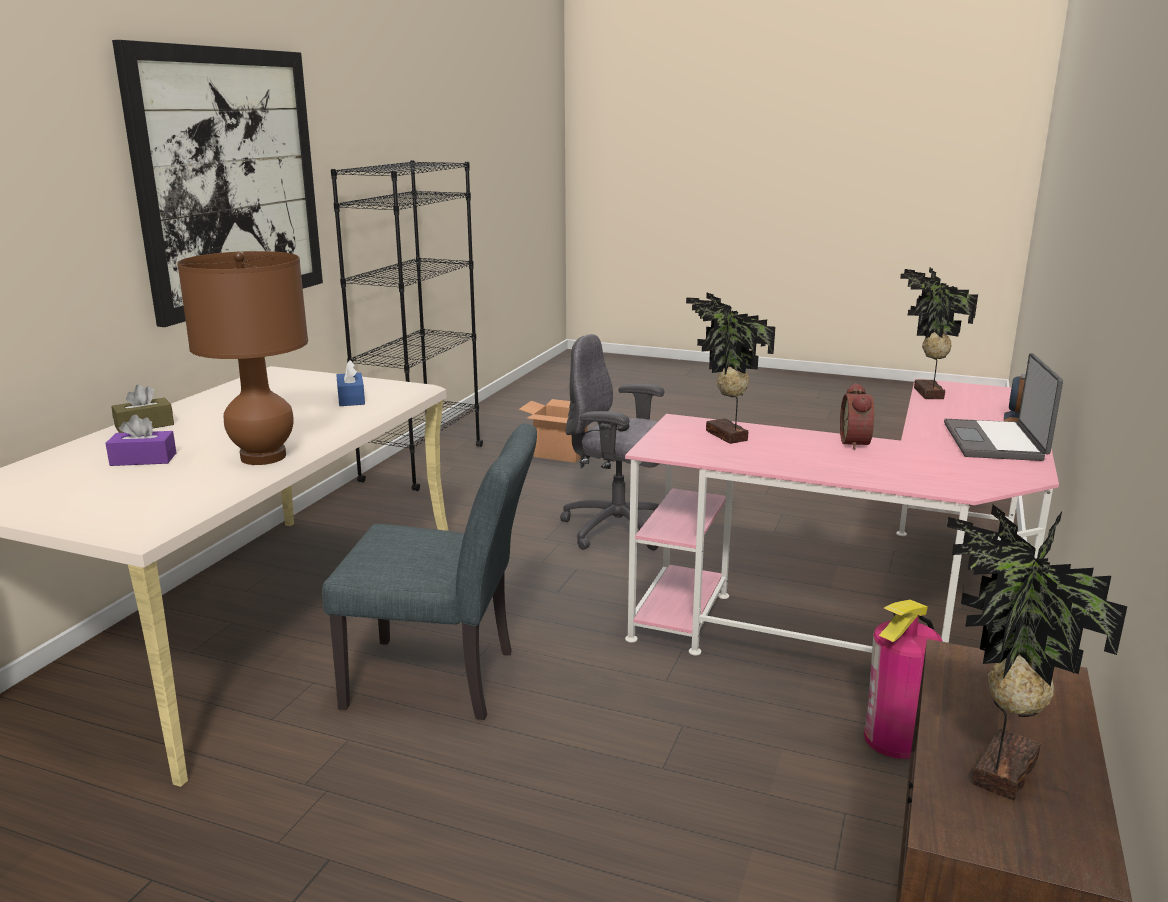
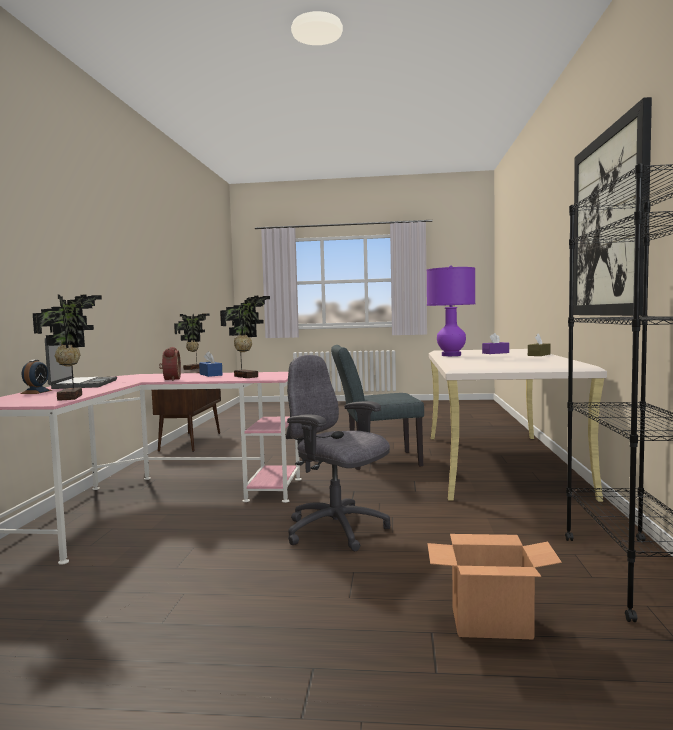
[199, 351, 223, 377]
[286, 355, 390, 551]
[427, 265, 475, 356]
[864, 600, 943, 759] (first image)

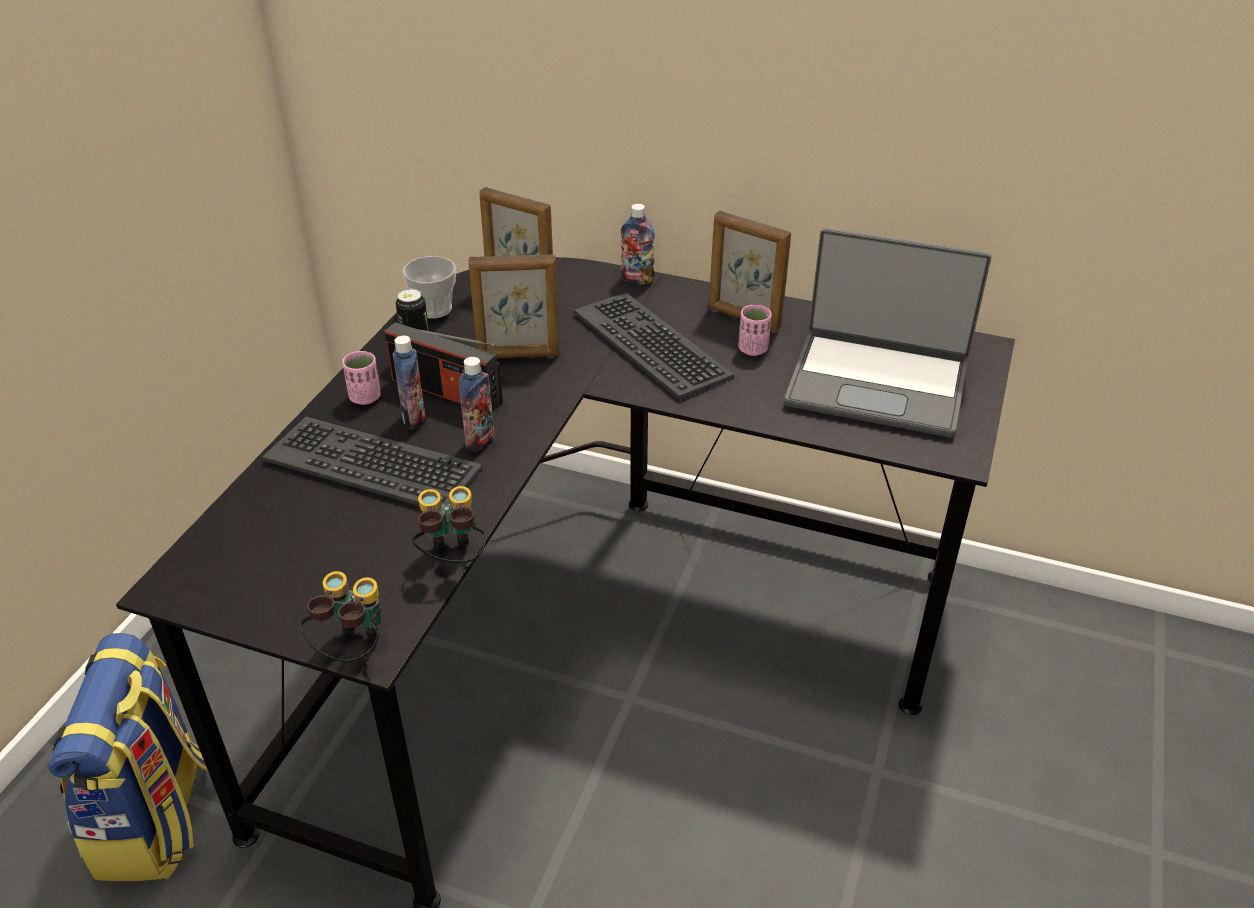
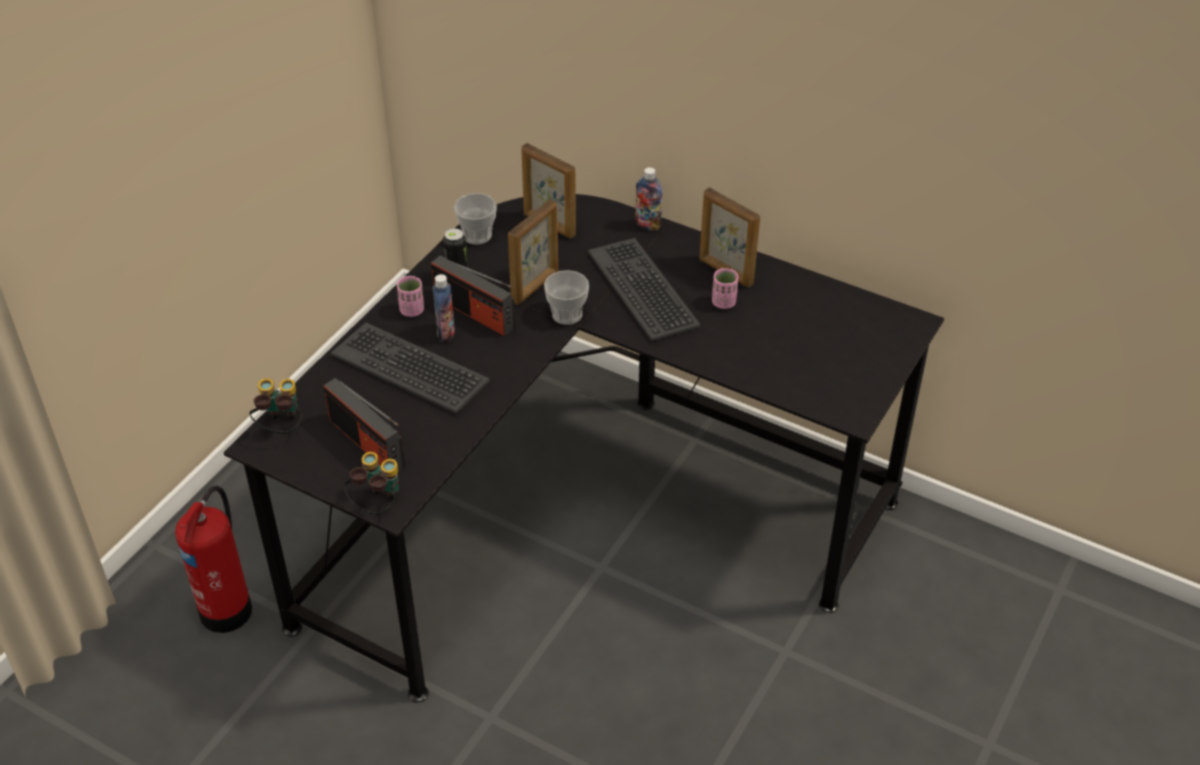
[175, 485, 252, 633]
[249, 378, 302, 433]
[323, 378, 405, 470]
[508, 199, 558, 305]
[544, 270, 589, 325]
[459, 357, 494, 452] (first image)
[784, 228, 991, 437] (first image)

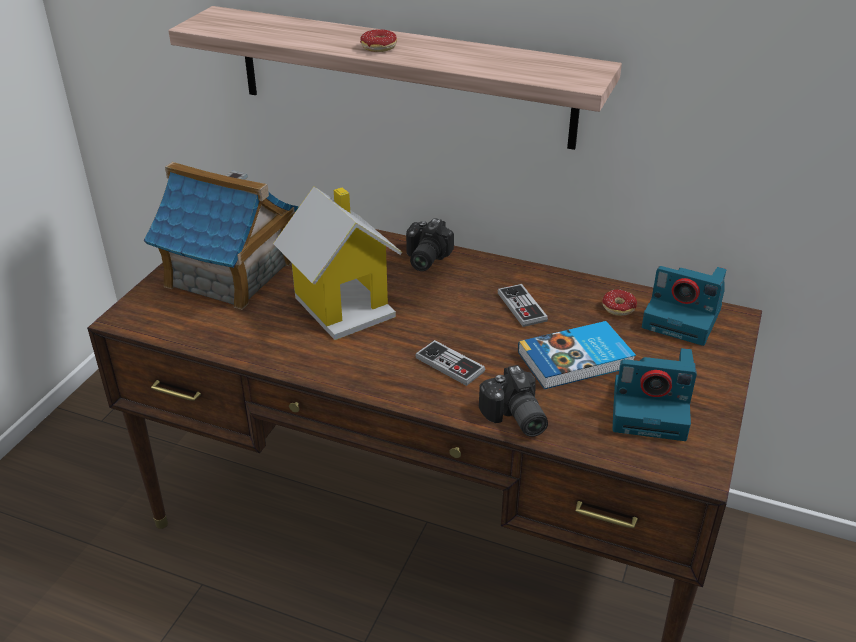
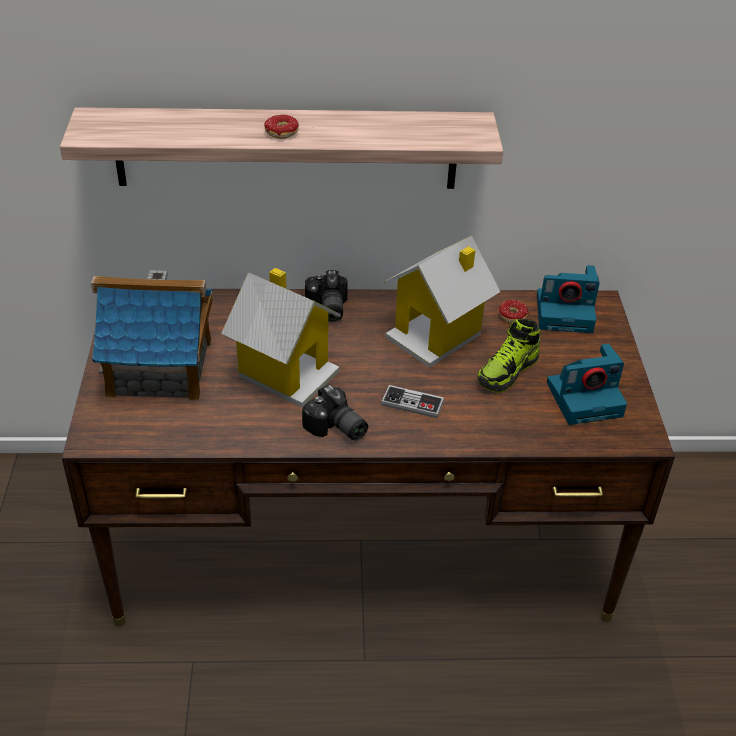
[302, 384, 368, 441]
[384, 236, 500, 368]
[478, 319, 540, 393]

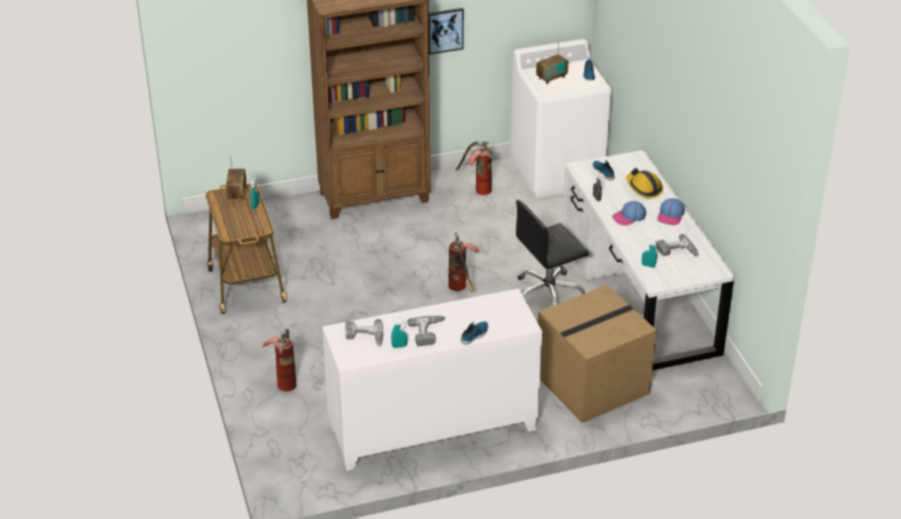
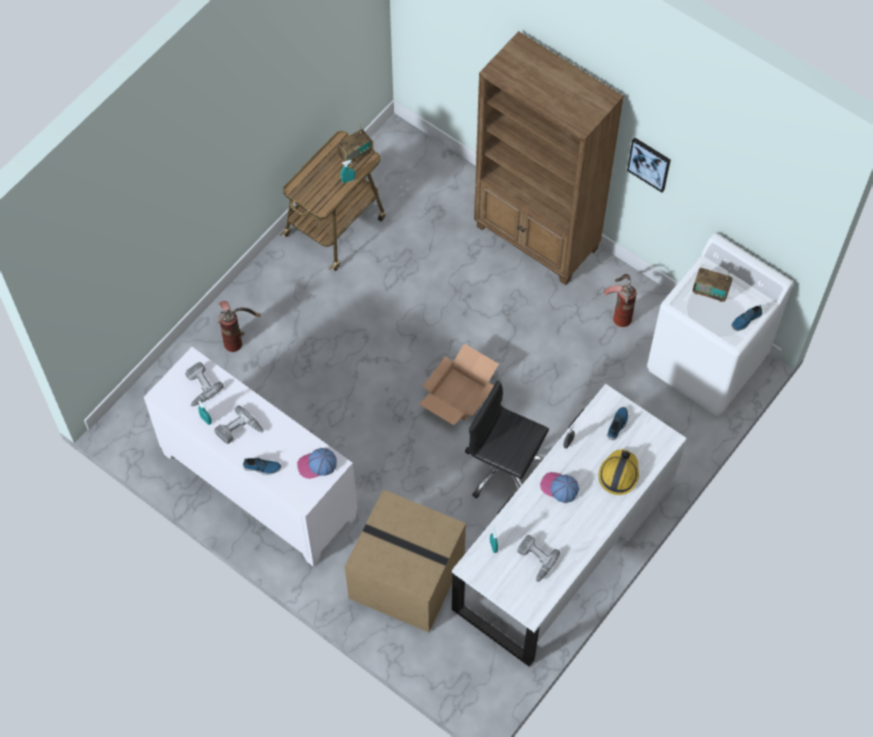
[297, 448, 337, 479]
[419, 344, 499, 425]

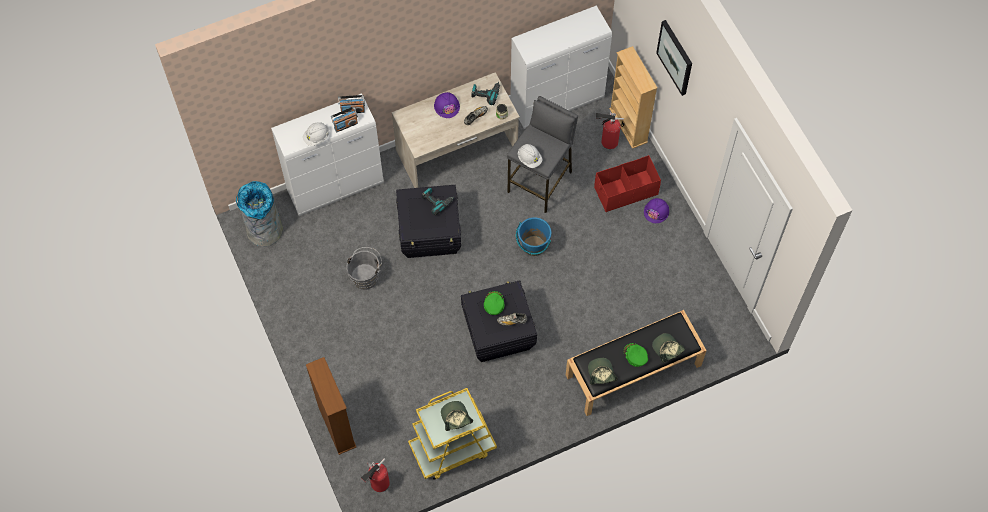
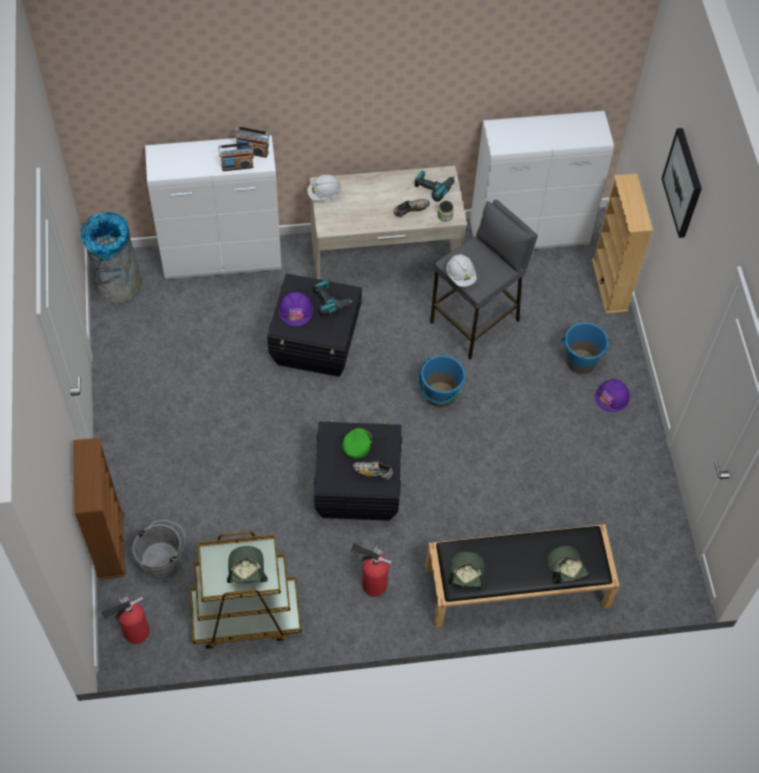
[132, 520, 185, 579]
[190, 531, 301, 649]
[279, 292, 313, 326]
[307, 175, 342, 201]
[350, 543, 392, 597]
[561, 322, 611, 374]
[623, 343, 648, 367] (first image)

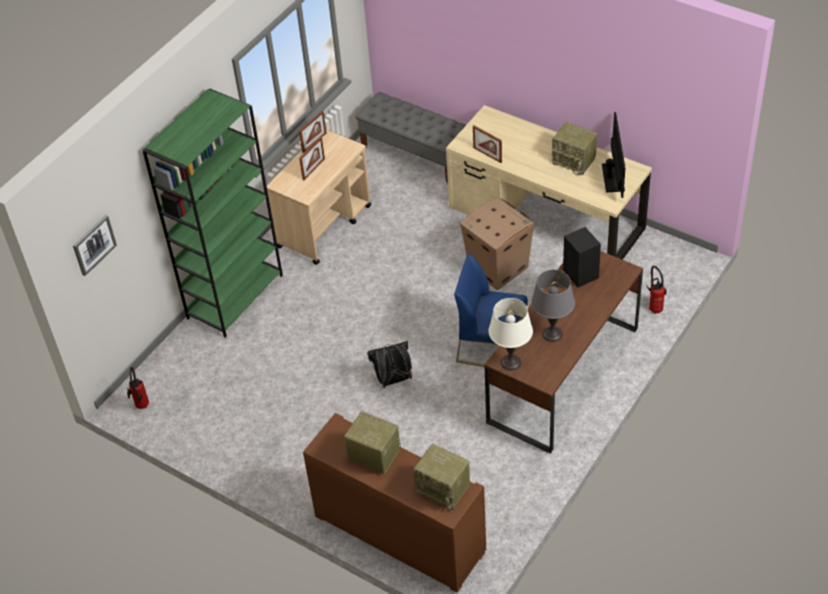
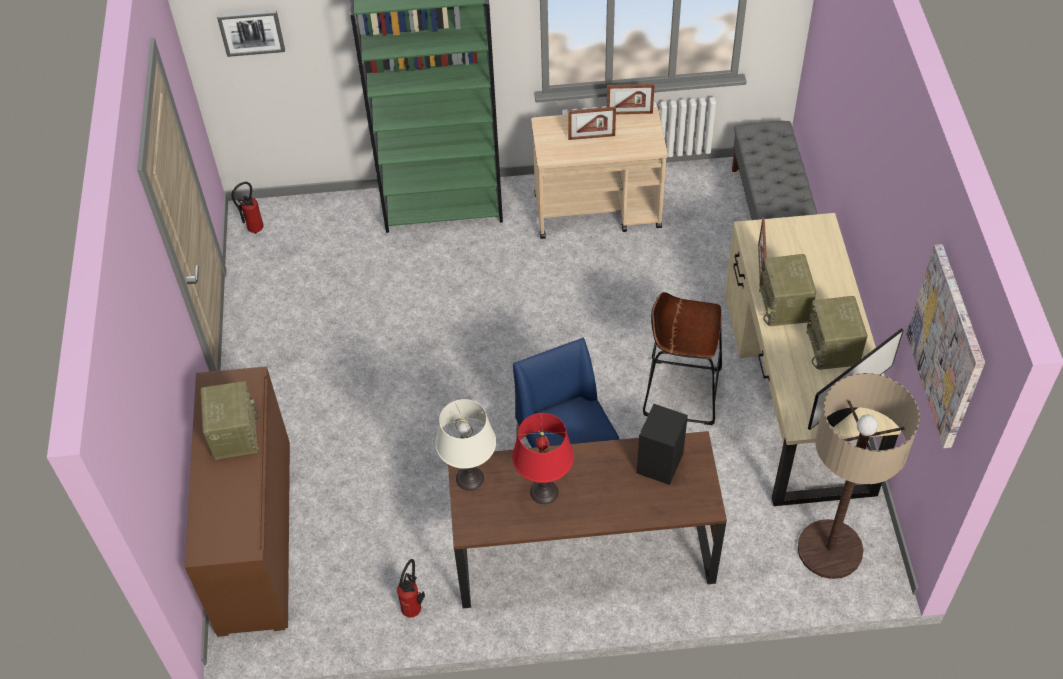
[397, 559, 425, 618]
[512, 413, 574, 504]
[643, 292, 722, 425]
[759, 254, 817, 326]
[797, 373, 920, 579]
[906, 244, 985, 448]
[367, 341, 412, 388] (first image)

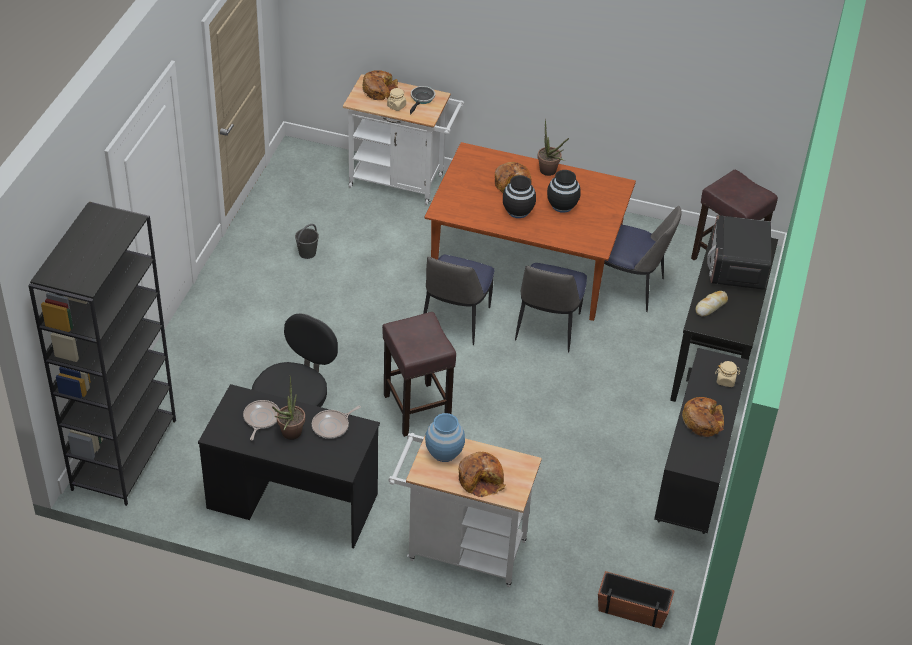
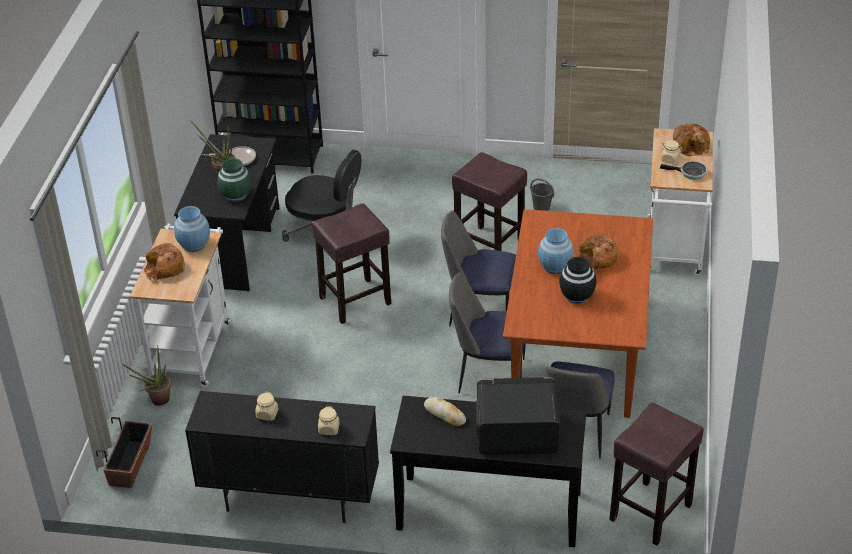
[123, 345, 171, 406]
[217, 158, 251, 202]
[255, 392, 278, 421]
[452, 152, 527, 251]
[538, 228, 574, 274]

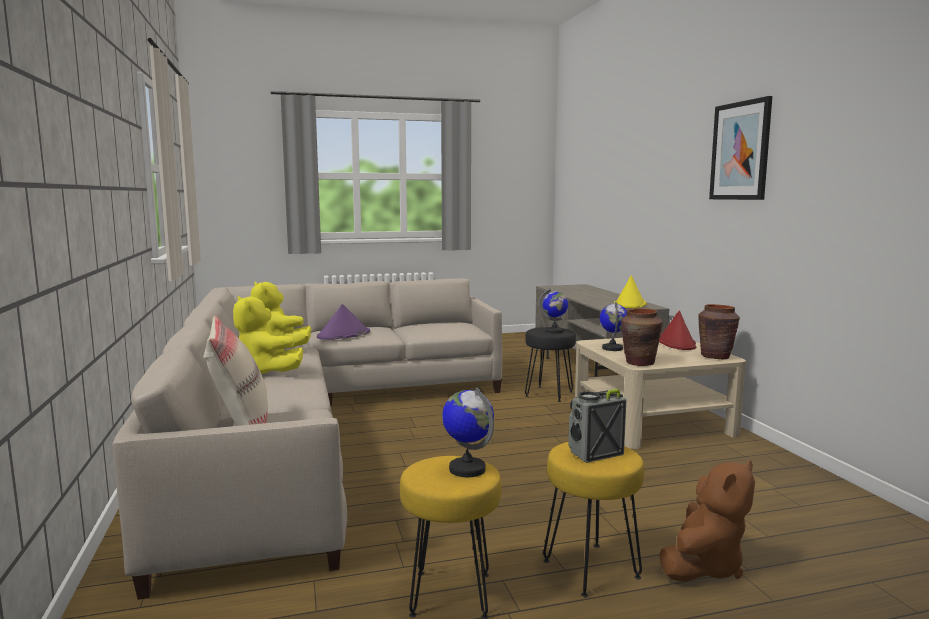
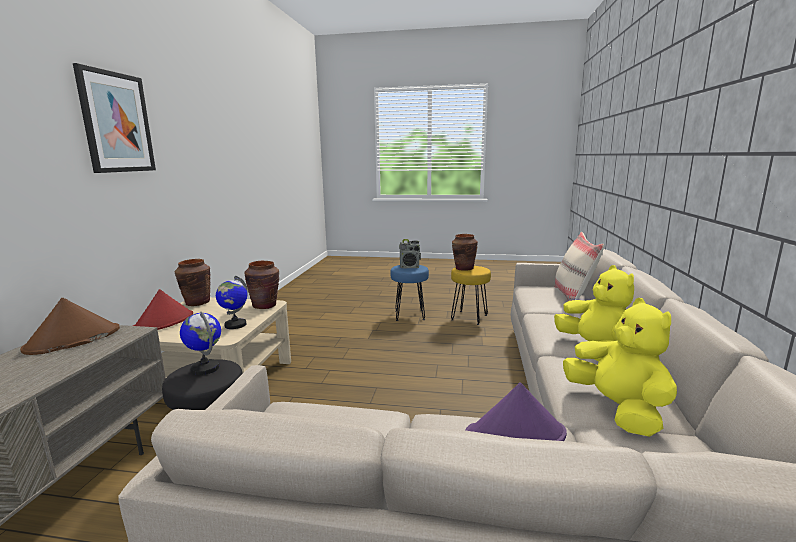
[20, 298, 120, 355]
[390, 265, 429, 321]
[452, 234, 478, 271]
[659, 460, 755, 582] (first image)

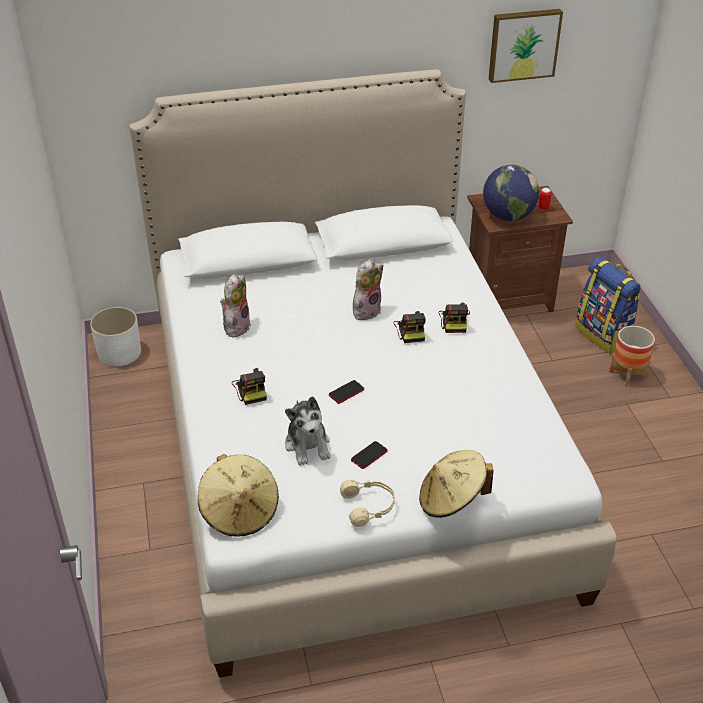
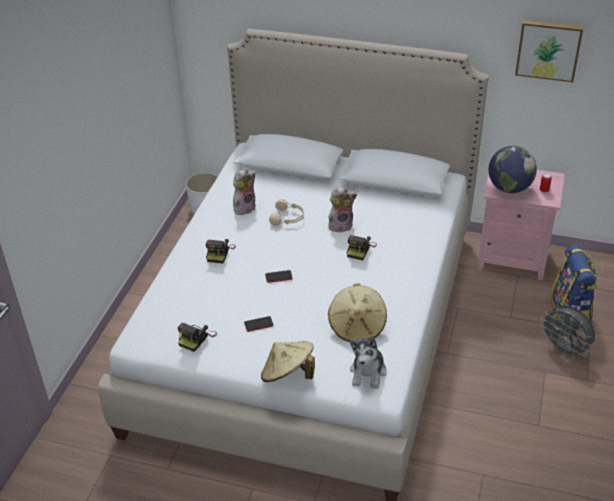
[178, 323, 217, 352]
[269, 199, 304, 225]
[328, 284, 387, 342]
[349, 336, 387, 389]
[477, 170, 565, 280]
[540, 305, 595, 359]

